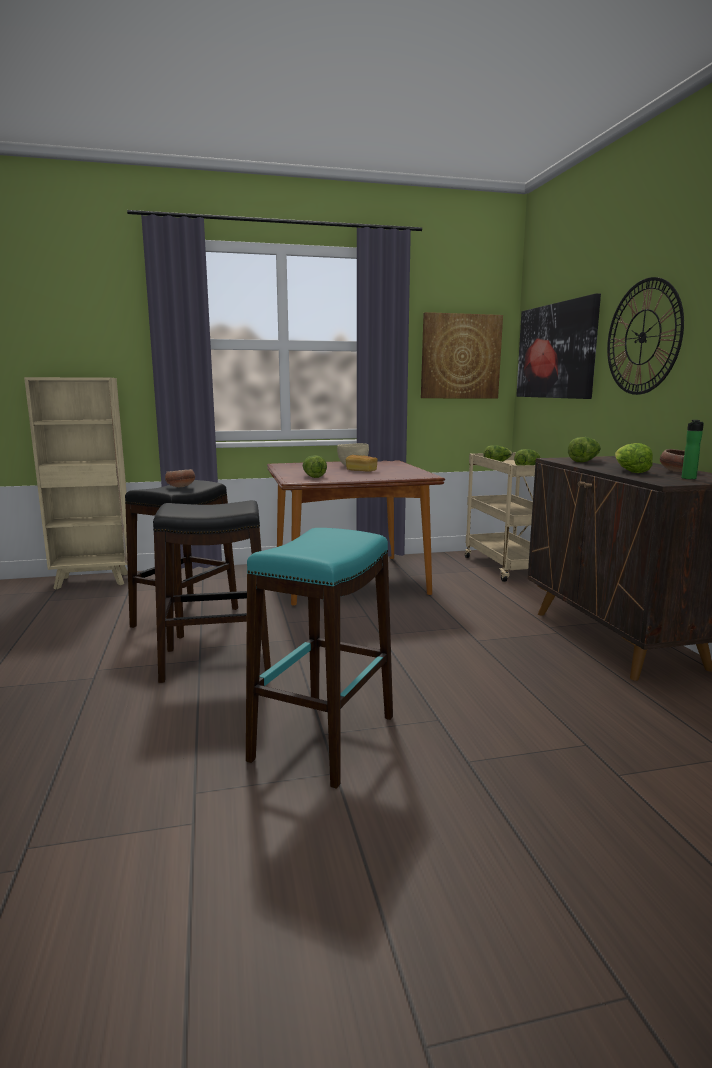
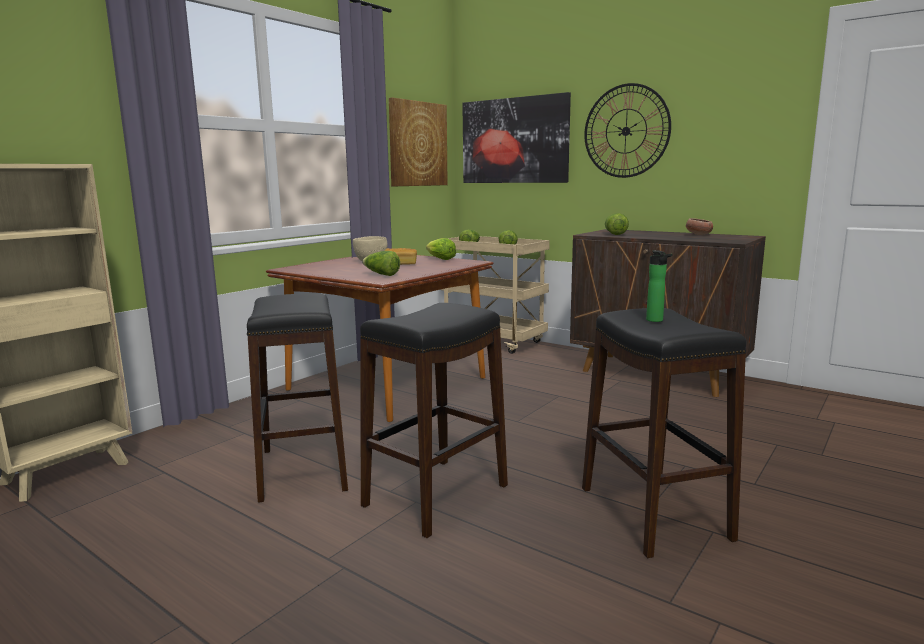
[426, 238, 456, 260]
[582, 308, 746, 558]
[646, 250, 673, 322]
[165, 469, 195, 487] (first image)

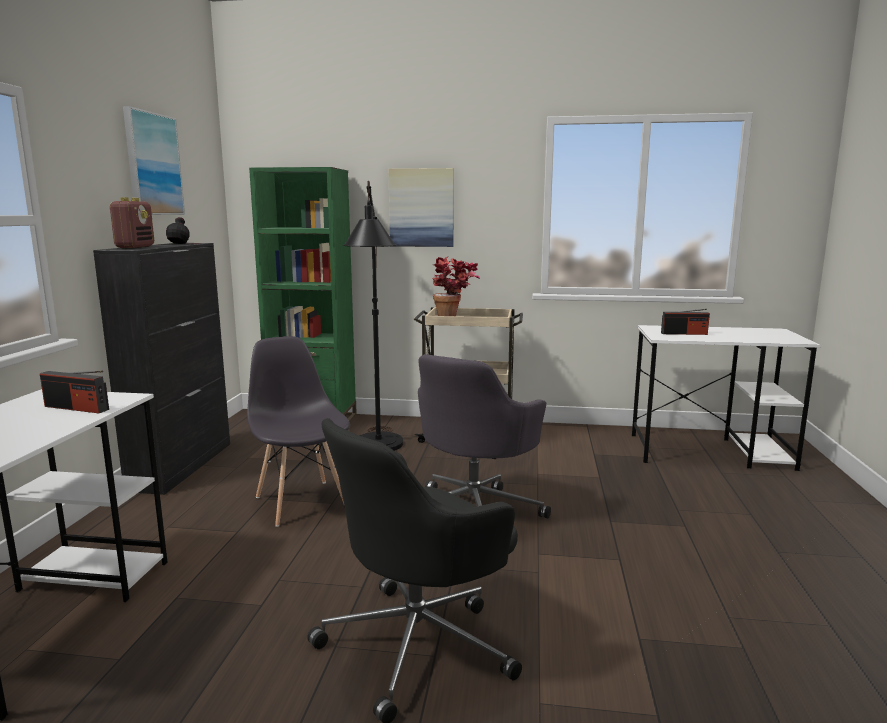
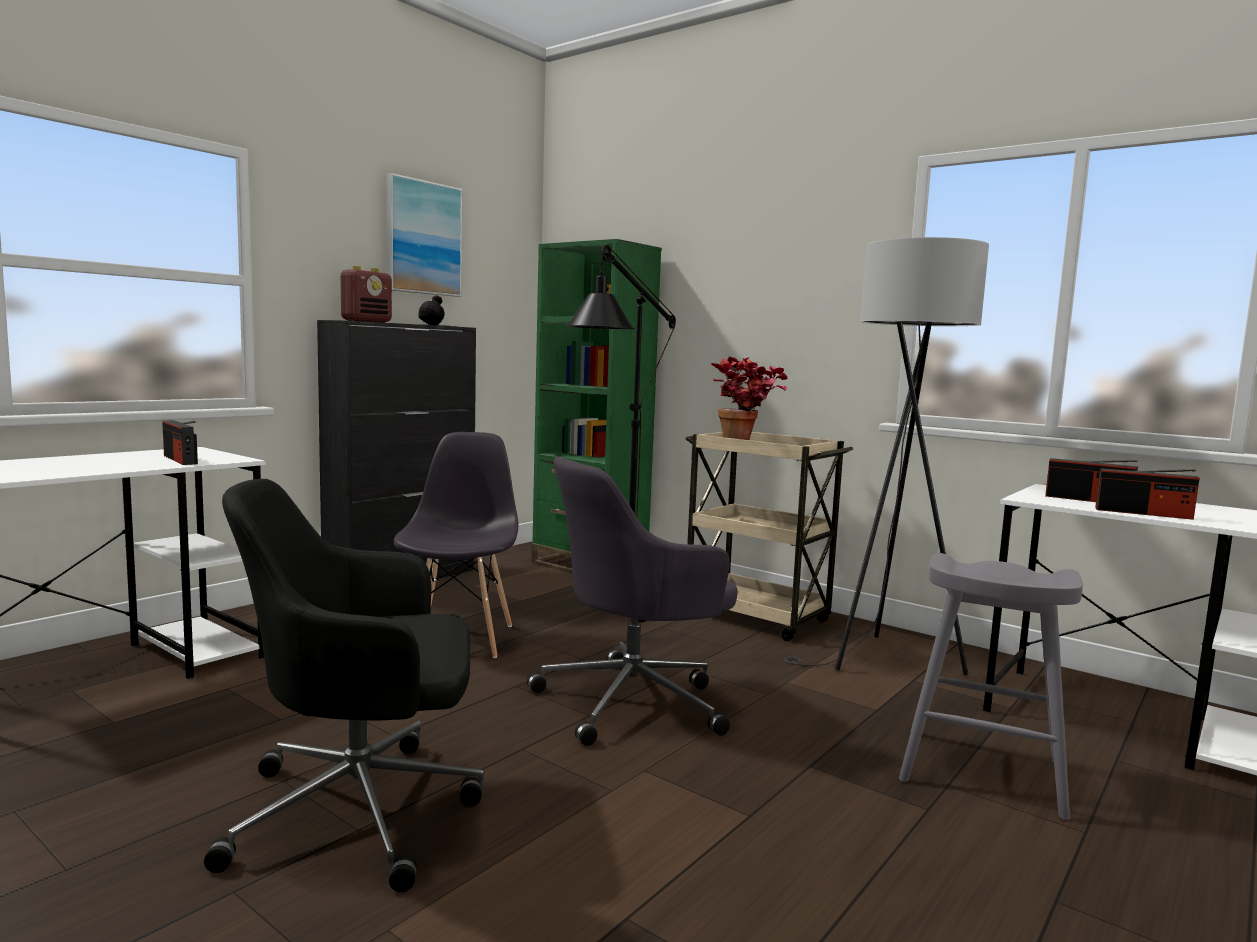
[784, 237, 989, 676]
[899, 553, 1083, 820]
[1095, 468, 1199, 520]
[388, 168, 454, 247] (first image)

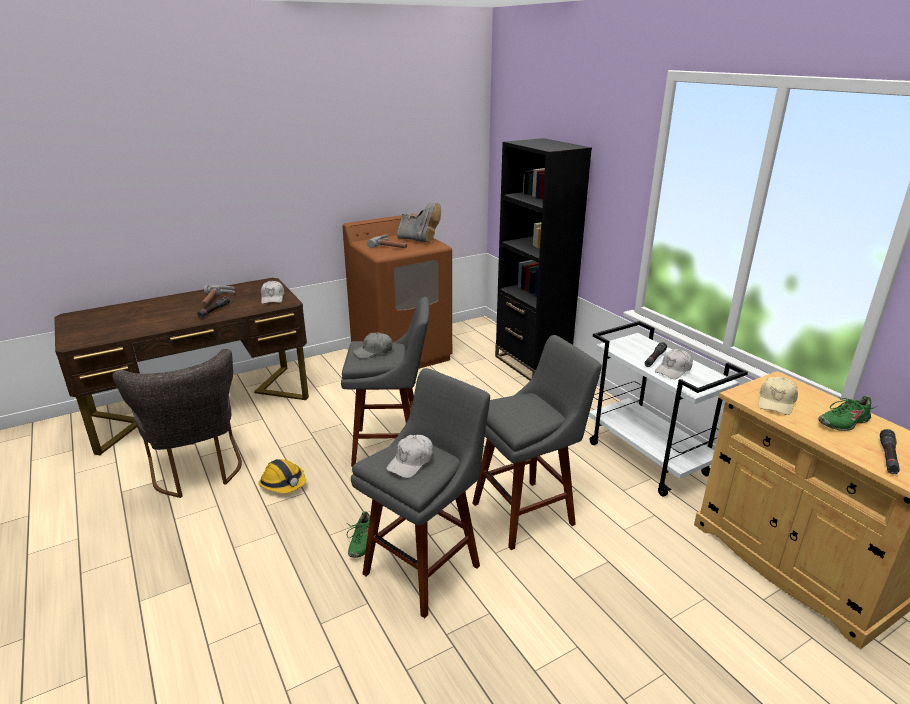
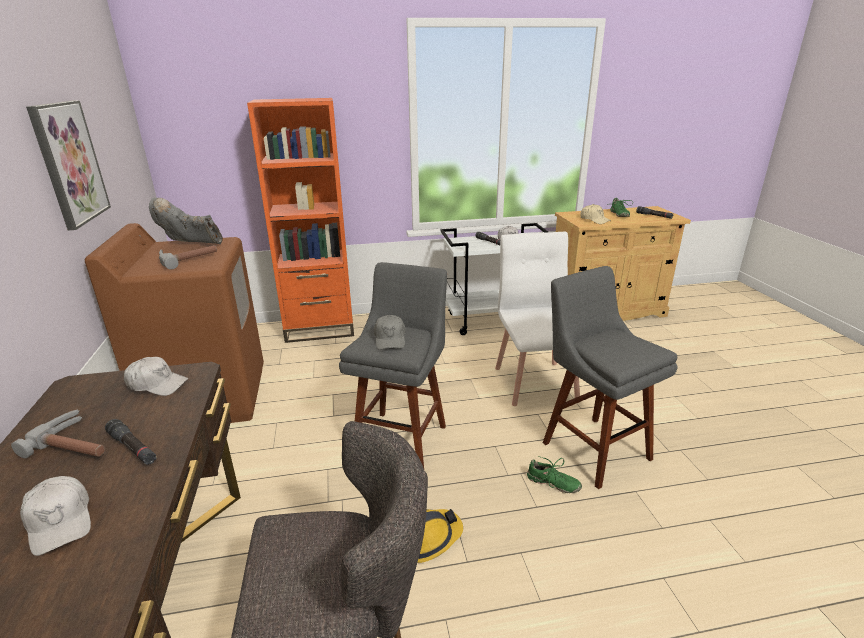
[20, 476, 91, 556]
[26, 100, 111, 230]
[149, 197, 223, 244]
[247, 98, 354, 343]
[495, 232, 580, 406]

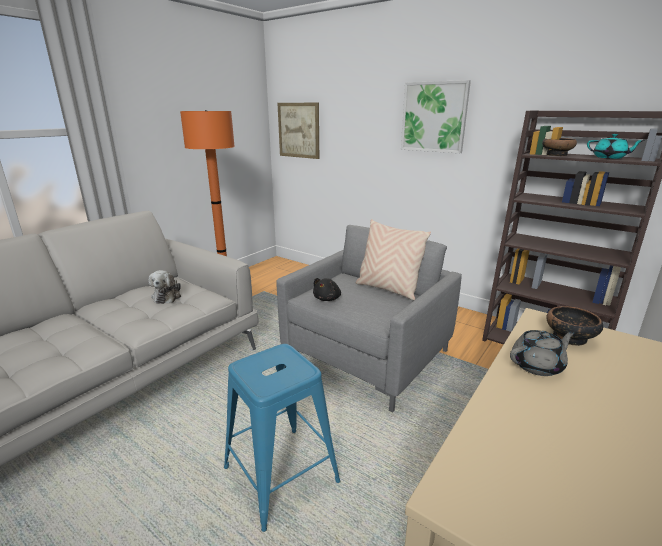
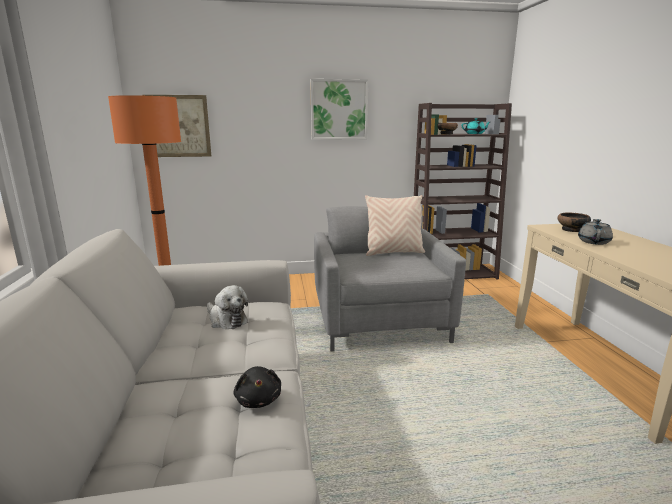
[233, 366, 281, 408]
[224, 344, 340, 532] (first image)

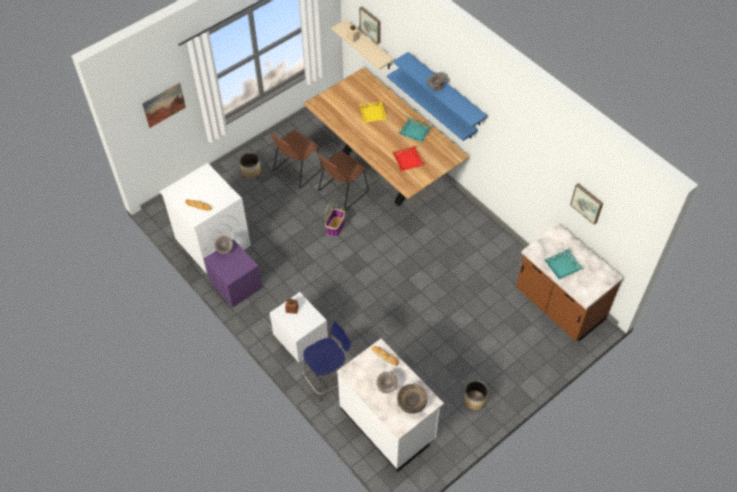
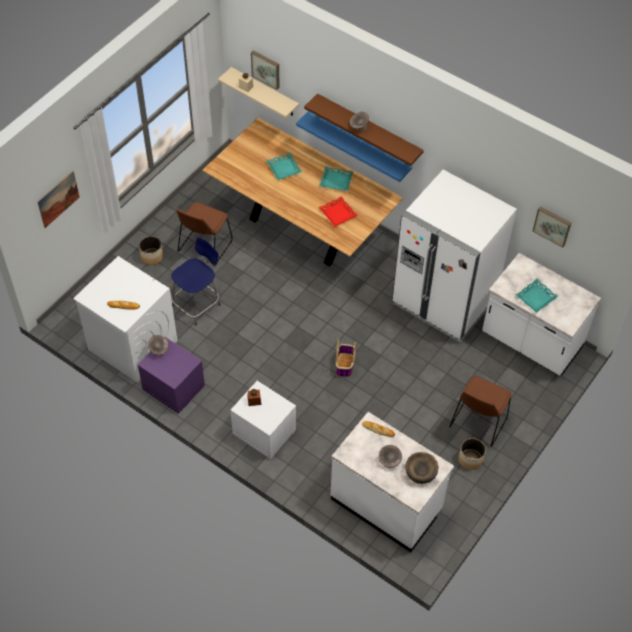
[171, 237, 220, 325]
[266, 153, 302, 180]
[304, 93, 424, 166]
[336, 339, 356, 377]
[392, 170, 517, 343]
[450, 376, 511, 447]
[482, 253, 601, 376]

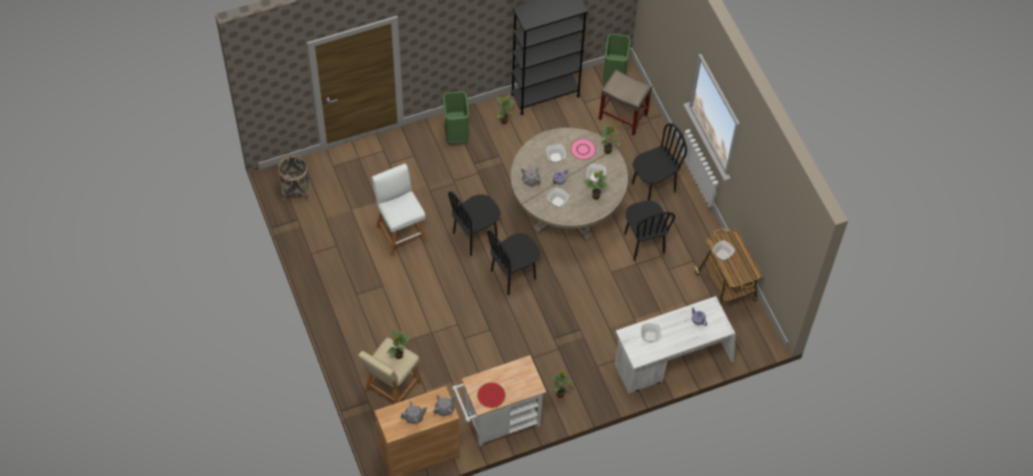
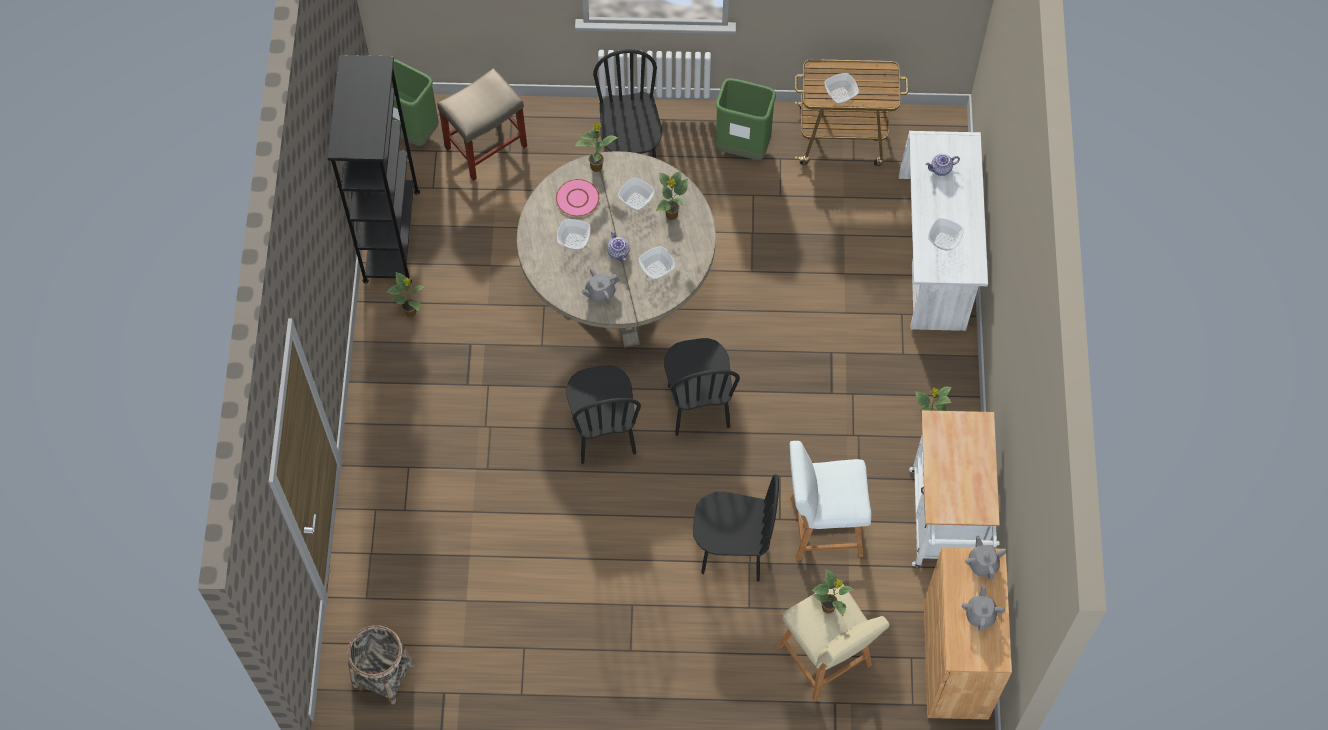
[693, 474, 779, 582]
[715, 78, 776, 160]
[790, 441, 872, 561]
[477, 382, 505, 408] (first image)

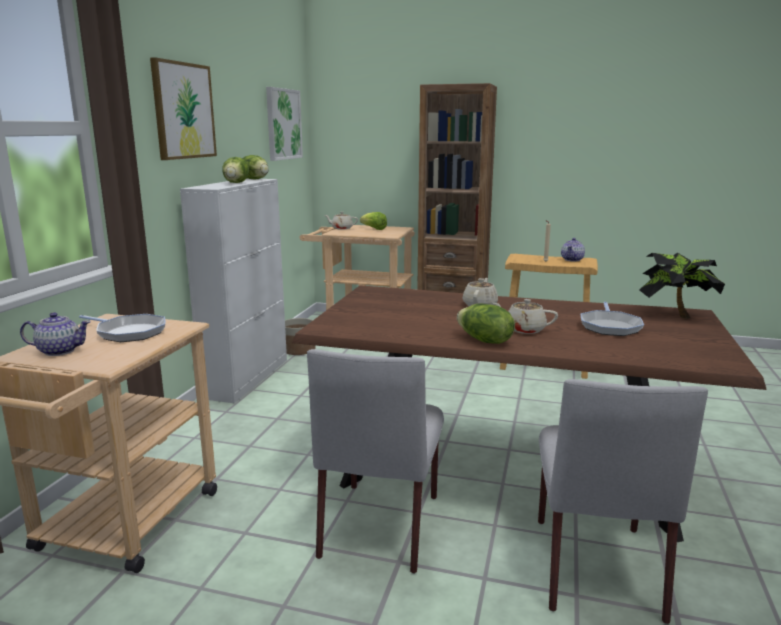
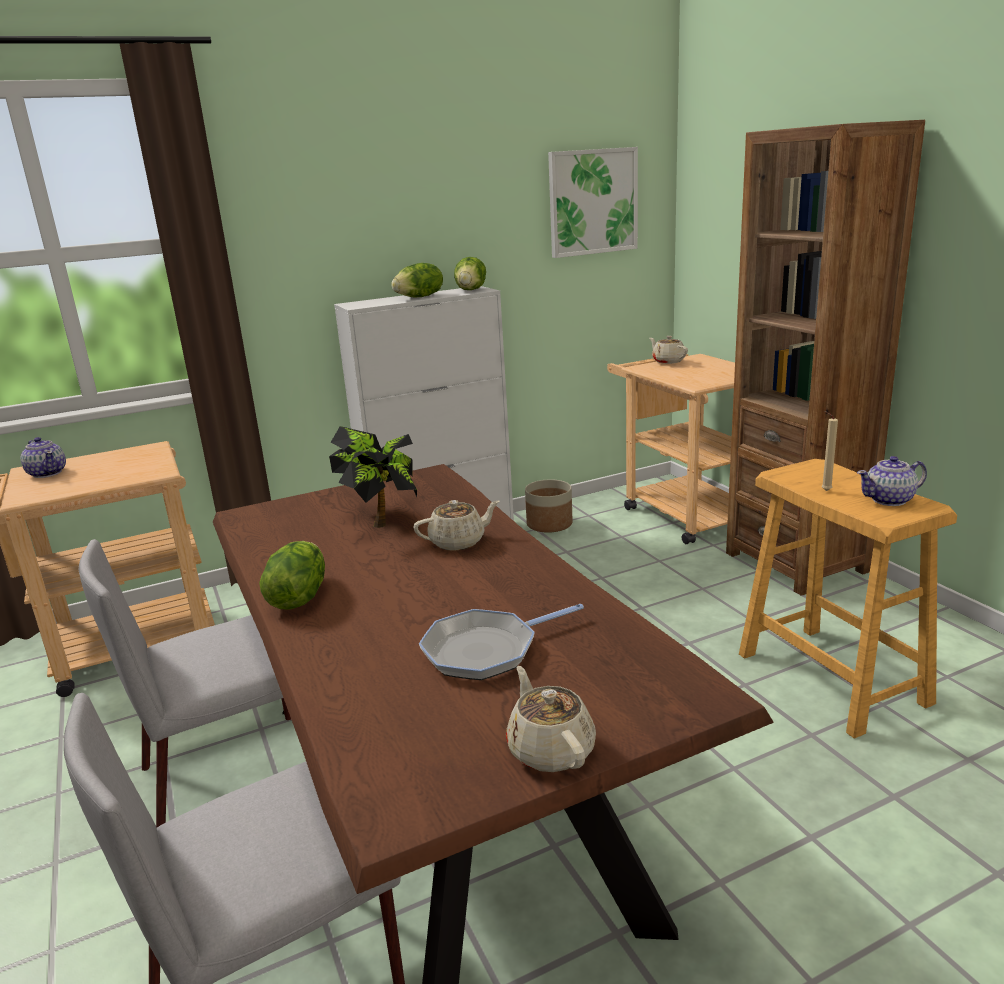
[329, 426, 417, 528]
[506, 666, 596, 772]
[79, 314, 165, 342] (first image)
[150, 57, 217, 160] (first image)
[360, 212, 387, 230] (first image)

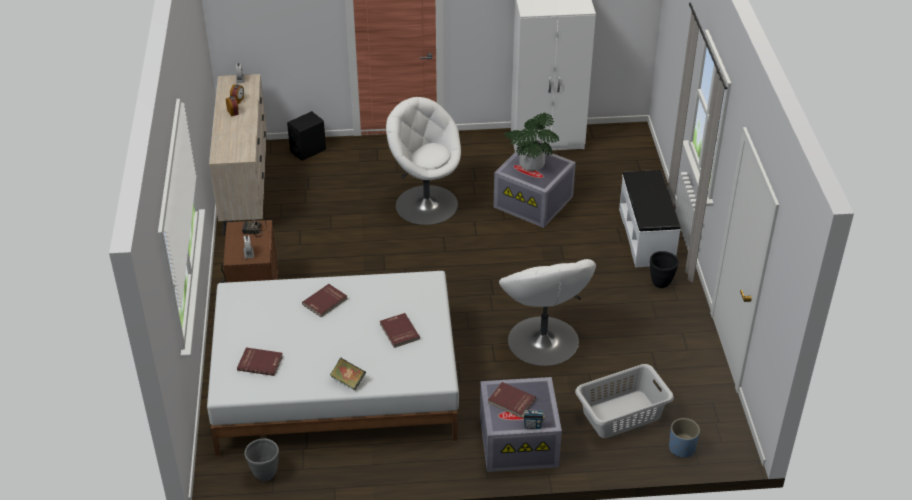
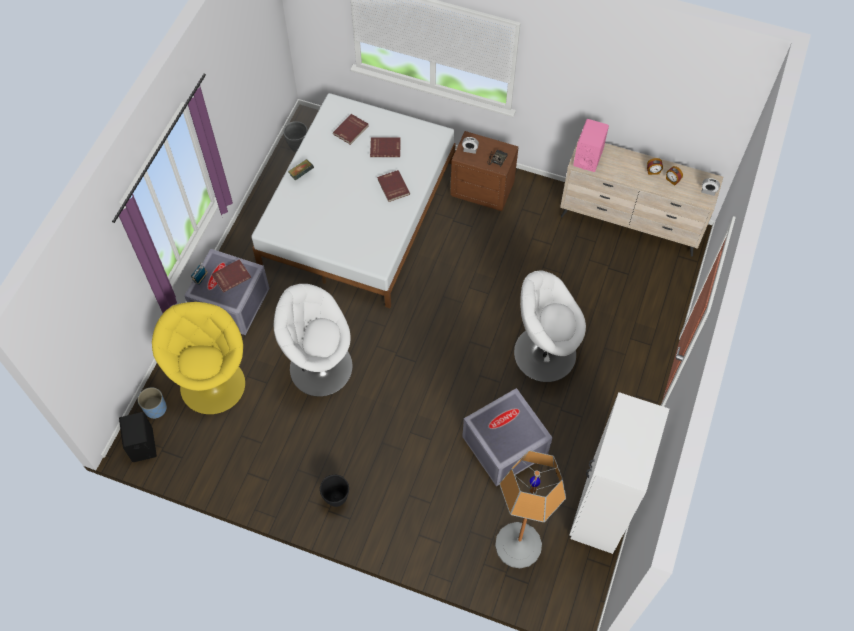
[119, 412, 157, 462]
[152, 302, 245, 414]
[370, 137, 401, 157]
[495, 450, 566, 568]
[514, 271, 586, 382]
[573, 119, 609, 172]
[504, 113, 559, 171] (first image)
[619, 170, 681, 267] (first image)

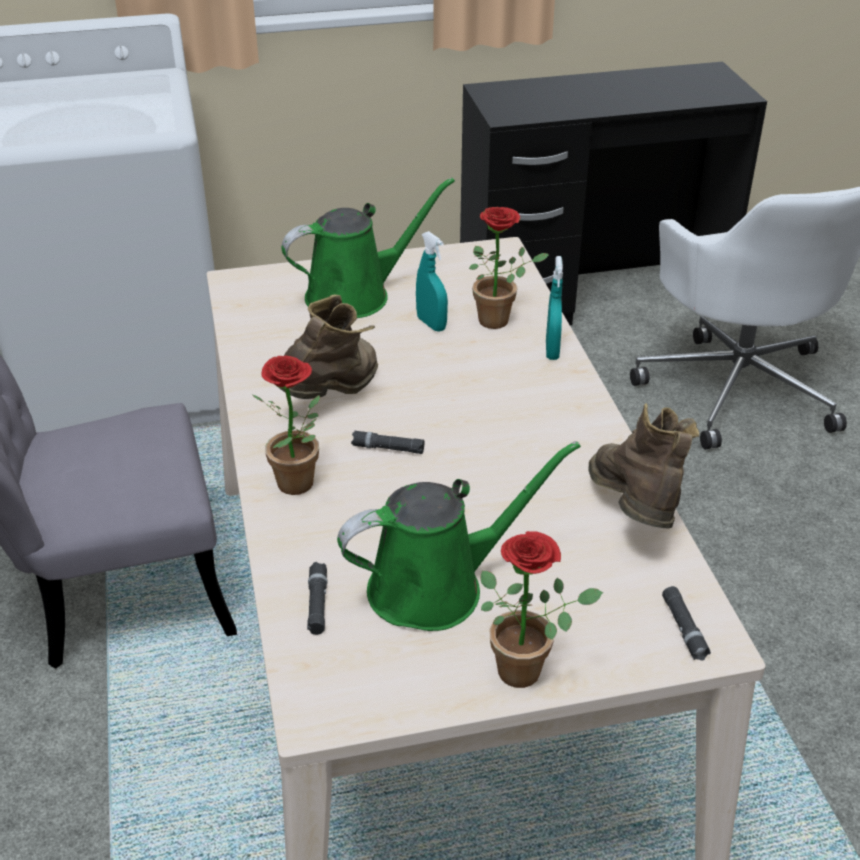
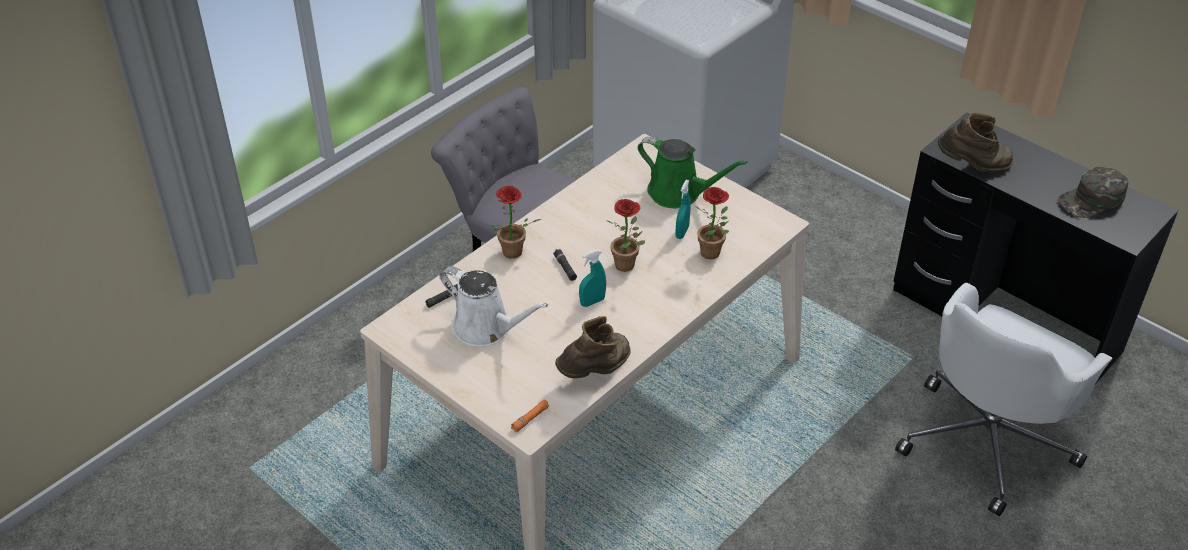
[440, 266, 549, 347]
[511, 399, 549, 433]
[579, 250, 606, 307]
[607, 199, 645, 272]
[938, 112, 1013, 173]
[1058, 167, 1128, 218]

